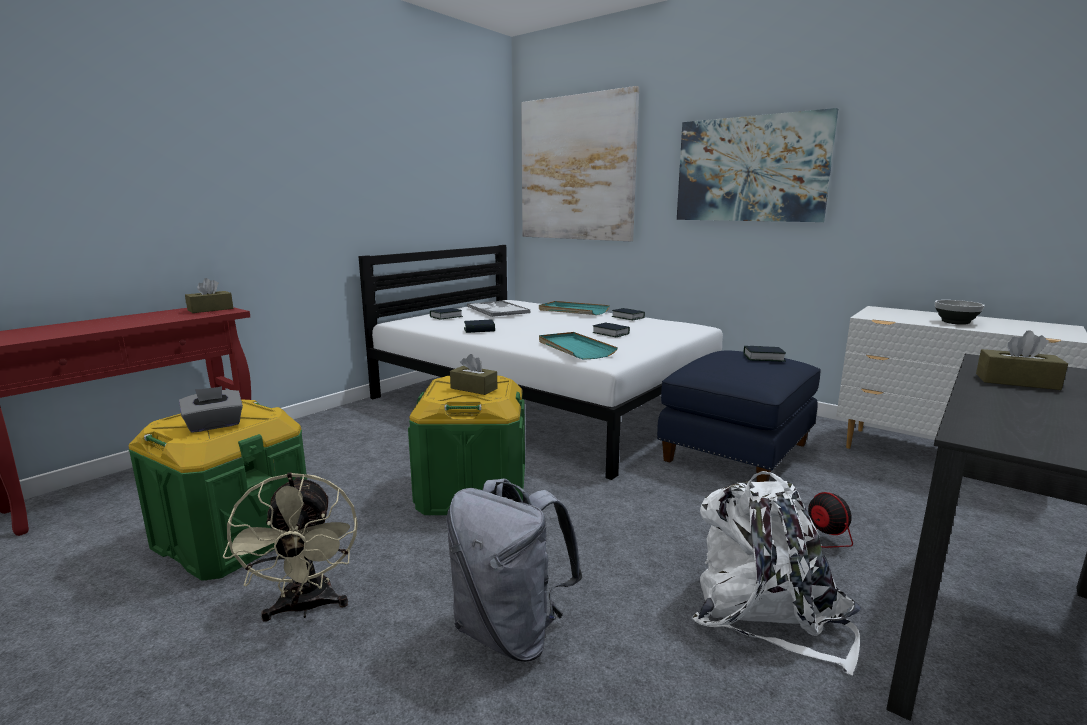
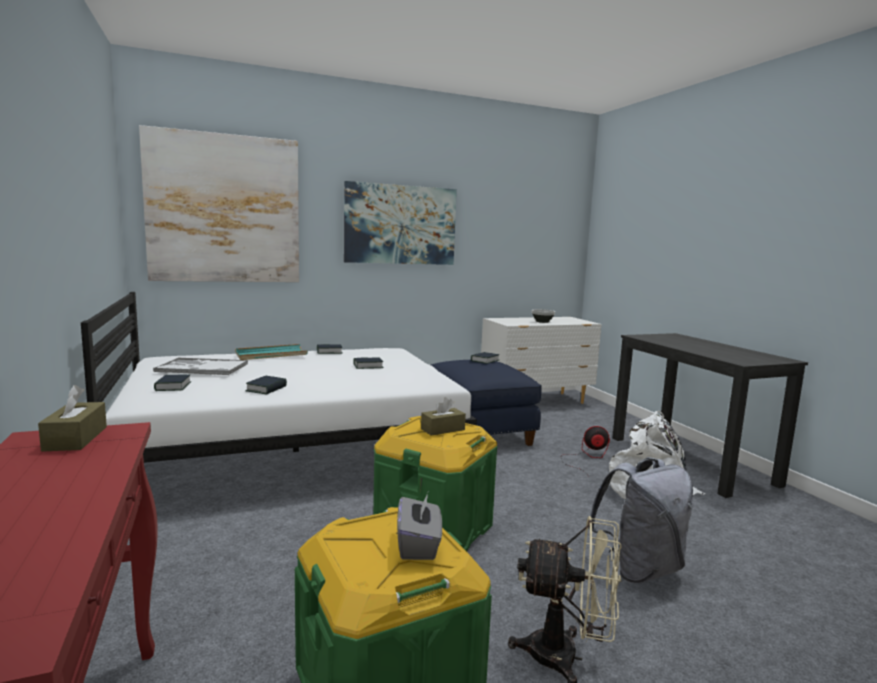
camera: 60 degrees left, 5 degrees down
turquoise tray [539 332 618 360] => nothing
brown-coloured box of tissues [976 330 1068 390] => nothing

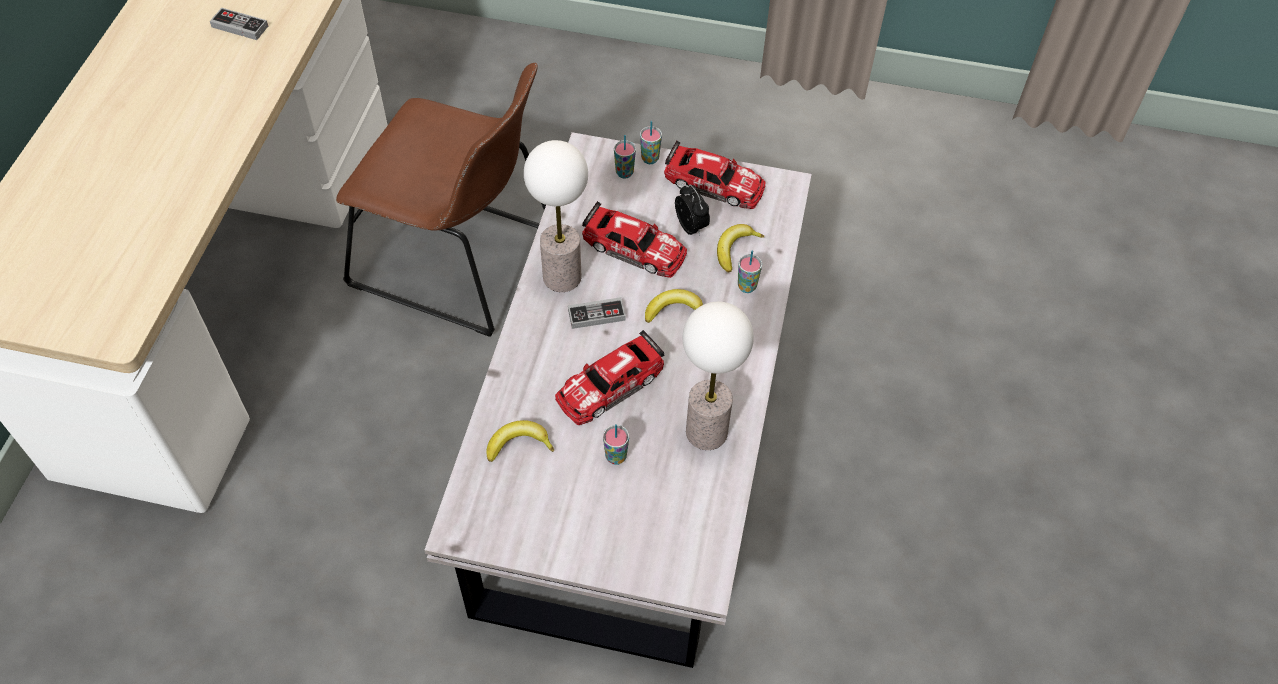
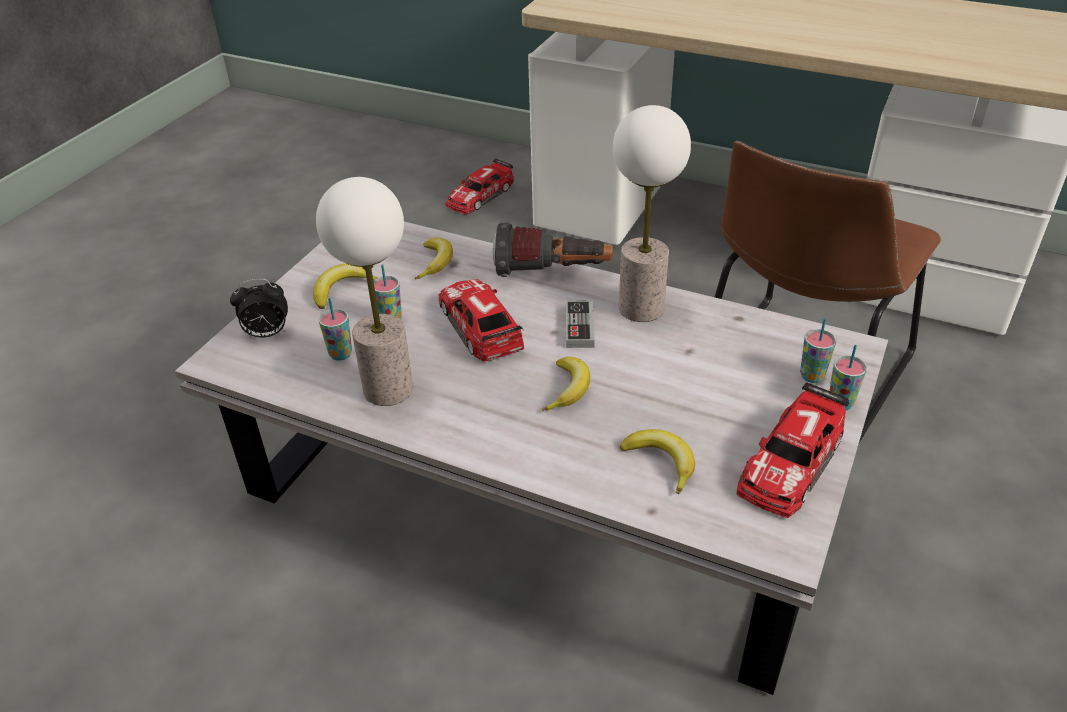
camera: 105 degrees right, 15 degrees down
table clock [675 184 710 236] => table clock [230 279 288 339], moved
nothing => banana fruit [313 263 377 309]
small cup [738 250 762 293] => small cup [319 298 352 361], moved
toy car [582 201 687 278] => toy car [445 158 514 215], moved
nothing => torch [493 222 613 277]
gamepad [210 8 268 40] => nothing

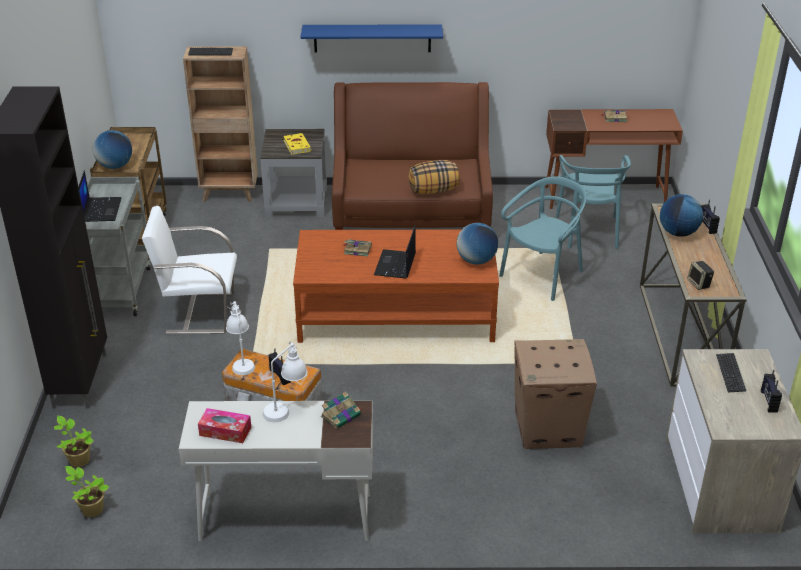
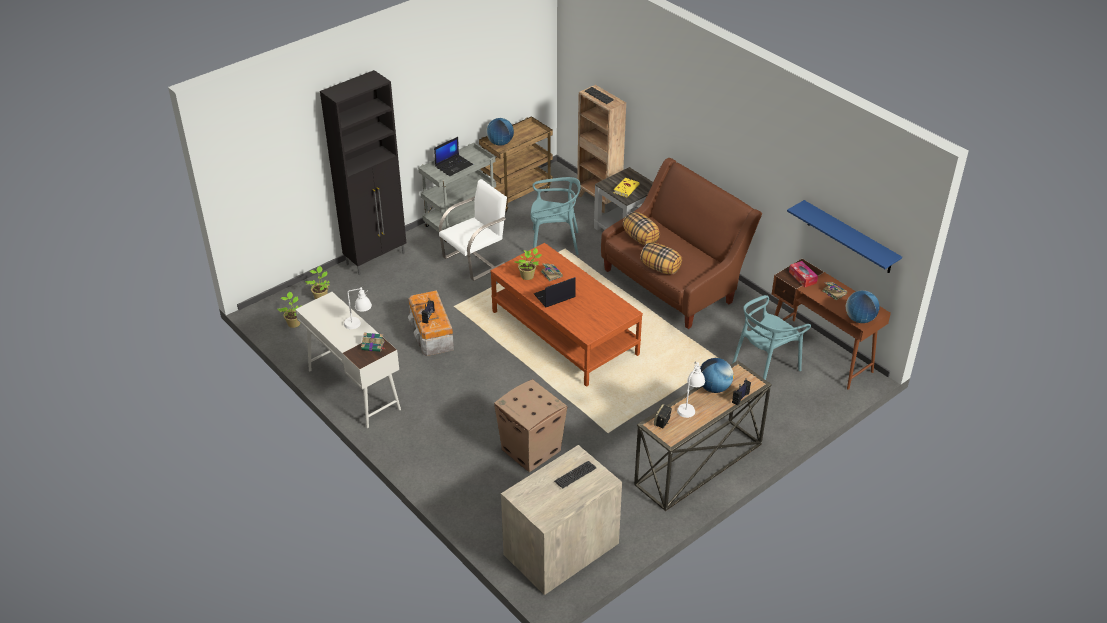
camera: 50 degrees right, 5 degrees up
white upright chair [142 206 237 334] => white upright chair [439 179 507 281], 90 degrees clockwise
nothing => potted plant [515 248 542 280]
turquoise upright chair [499 176 586 301] => turquoise upright chair [531 177 581 255], moved
nothing => pillow [623 212 660 245]
white lamp for a table [226 301 255 375] => white lamp for a table [677 361 705 418], moved
blue bracket shelf [300 25 443 52] => blue bracket shelf [787 200 902 273], moved
box of tissues [198 408 251 443] => box of tissues [789 261 818 287], moved
desk globe [456 223 498 265] => desk globe [845 290 880 323], moved
radio receiver [761 370 782 413] => nothing

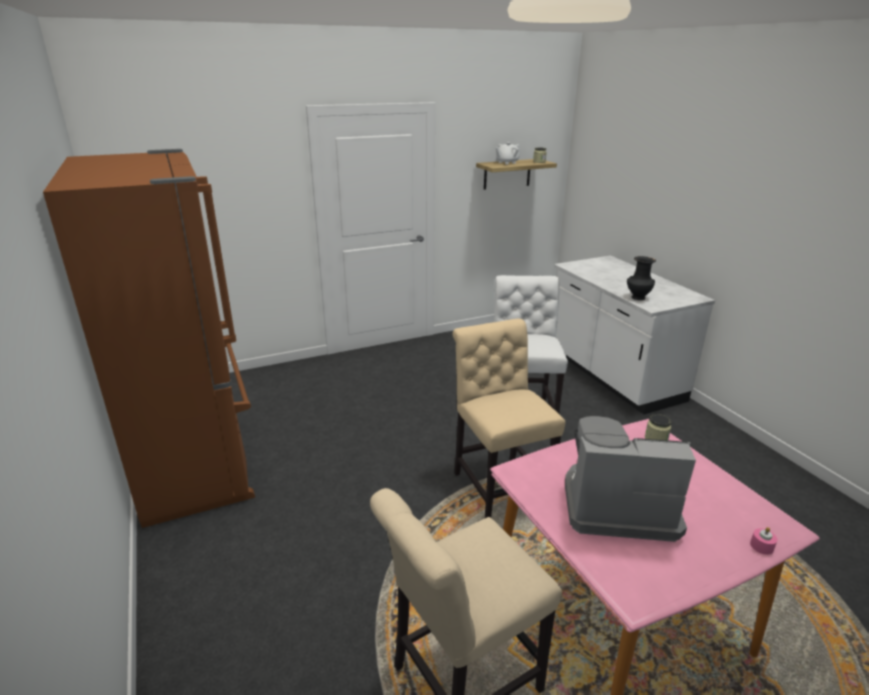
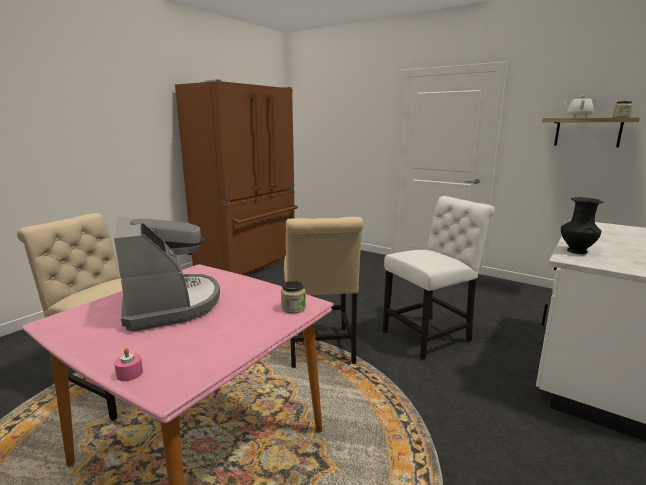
camera: 60 degrees right, 10 degrees down
sand-coloured upright chair [453 319 565 518] => sand-coloured upright chair [284 217 364 368], 135 degrees clockwise

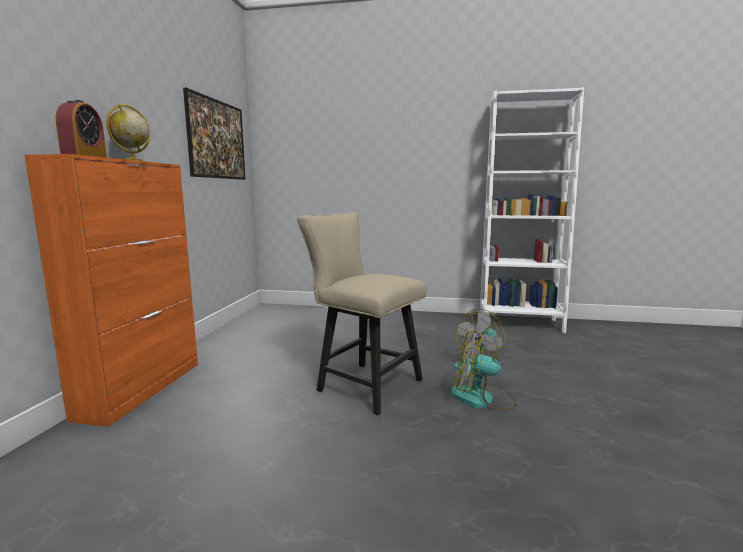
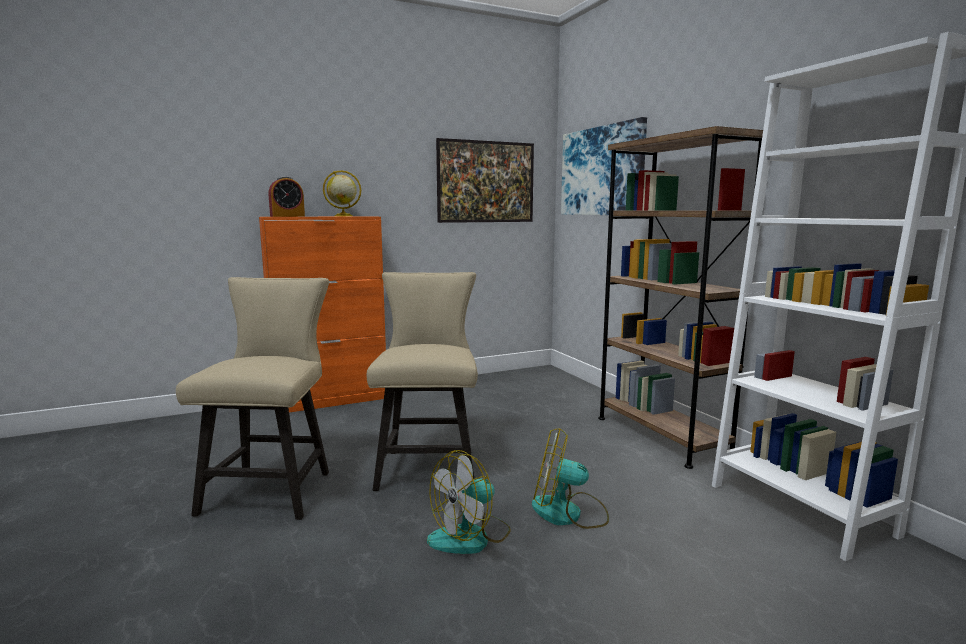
camera: 55 degrees right, 0 degrees up
nothing => sand-coloured upright chair [176 277 329 520]
fan [451 330 516 410] => fan [427 450 511 554], 105 degrees counterclockwise
nothing => picture [561 117 647 215]
nothing => brown-coloured shelving unit [598 126 763 469]

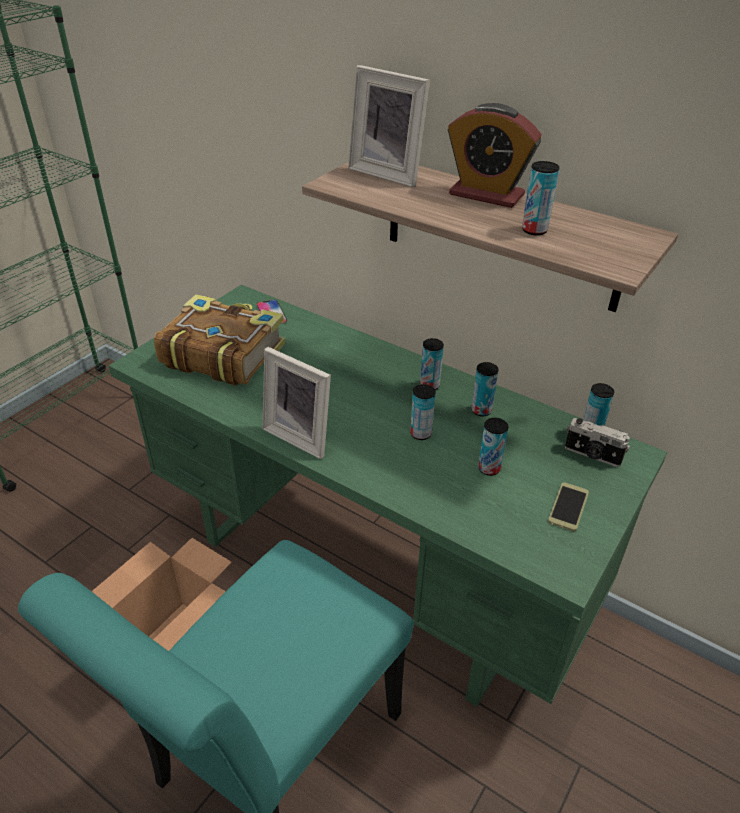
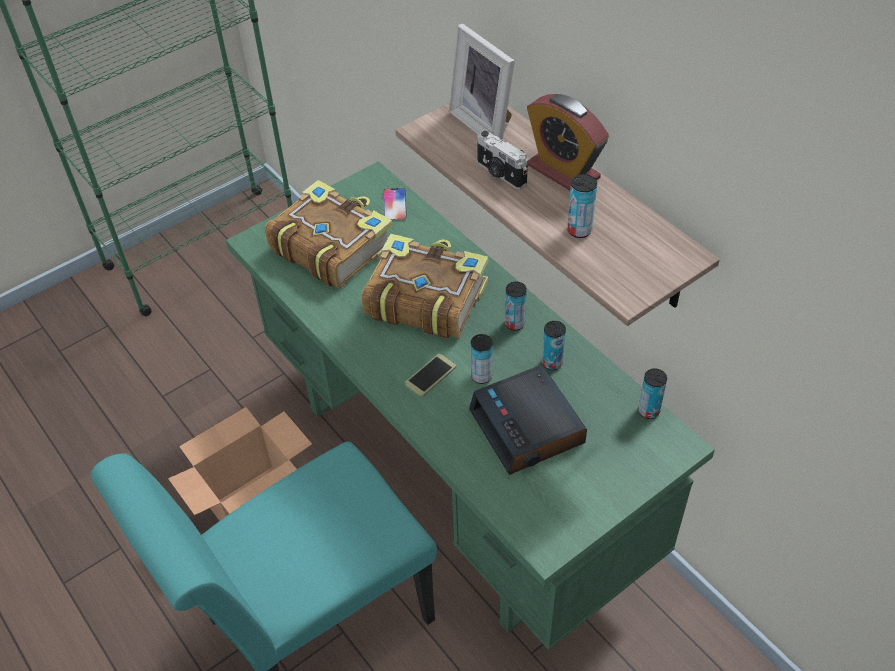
camera: 20 degrees right, 10 degrees up
nothing => bound book [362 234 488 339]
handset [548 482 589 532] => handset [405 354 456 397], moved
metal can [478 418 508 476] => table clock [469 365 587 475]
still camera [565 418 630 467] => still camera [477 131 528 190], moved
photo frame [262 347 331 459] => nothing

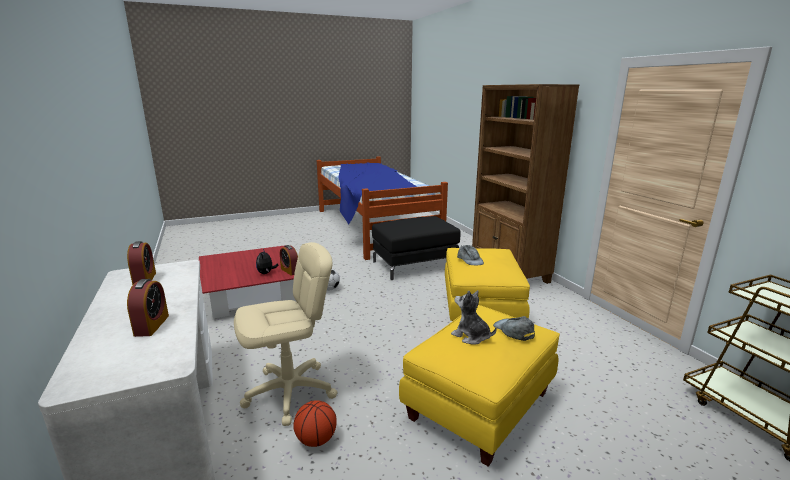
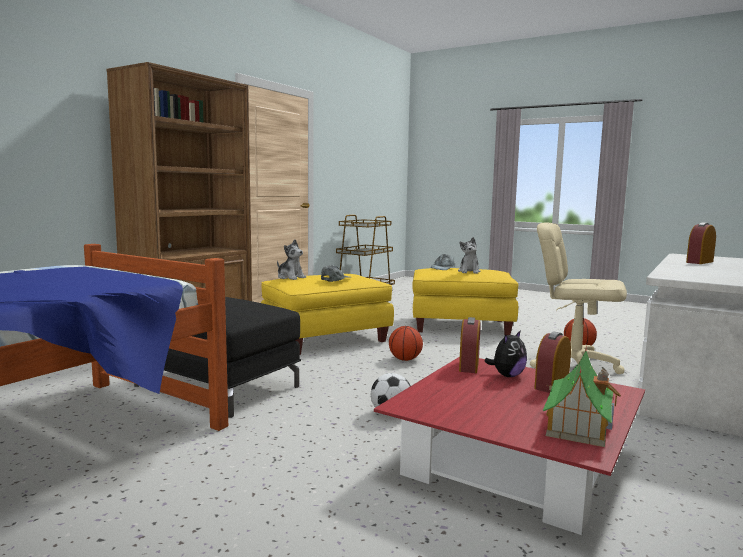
camera: 125 degrees left, 10 degrees down
nothing => plush toy [277 239 306 280]
nothing => ball for basketball [389 326 423 361]
table clock [127 241 156 285] => table clock [534 332 571 393], moved
nothing => miniature house [543 344 621 447]

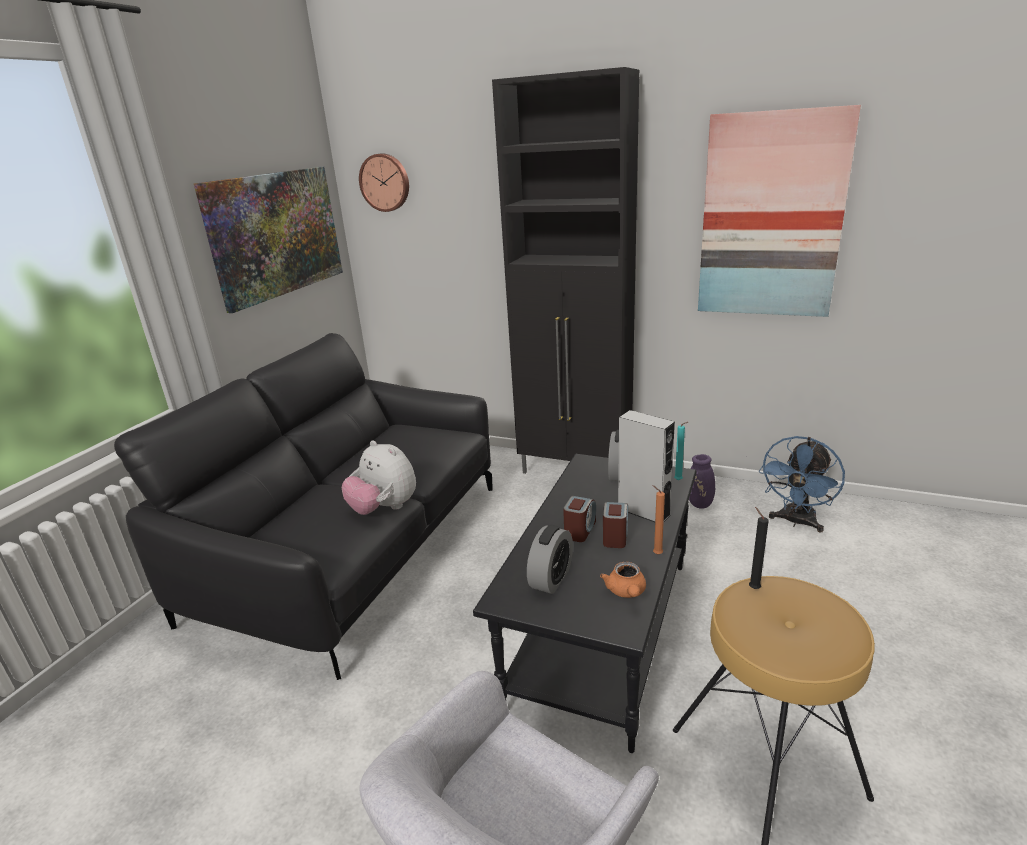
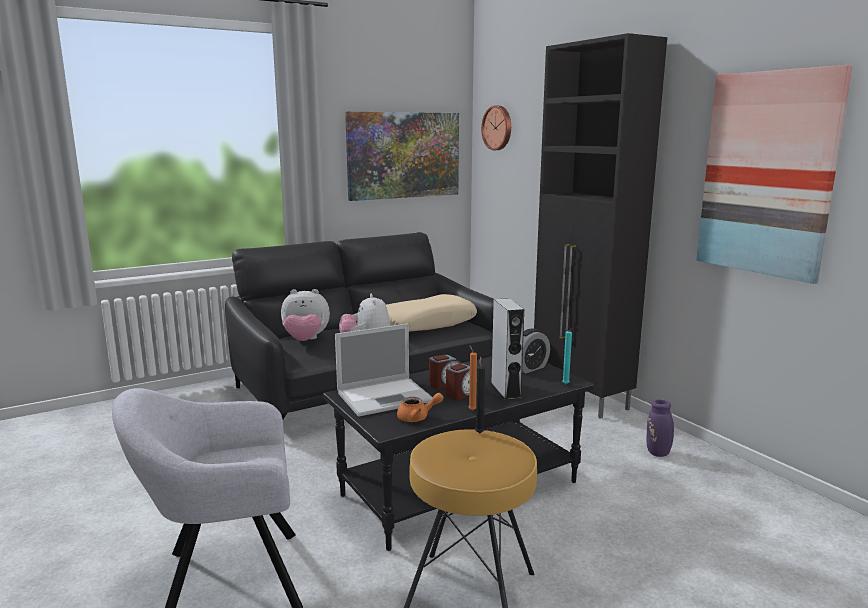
camera: 35 degrees right, 10 degrees down
nothing => plush toy [281 289 330 341]
table clock [527 525 573 594] => laptop [335 324 433 417]
nothing => sand-coloured pillow [386 294 477 331]
orangey tea pot [600 562 646 598] => orangey tea pot [397 393 444 422], 135 degrees counterclockwise
blue fan [759 436 845 533] => nothing

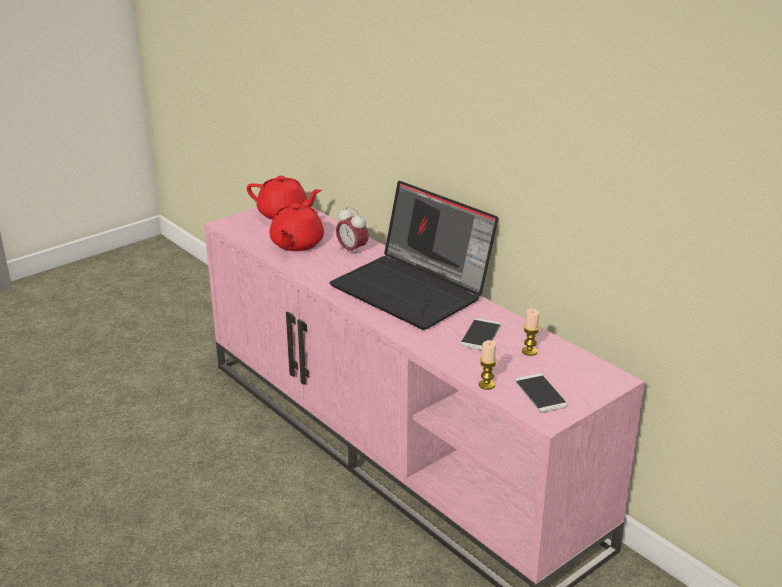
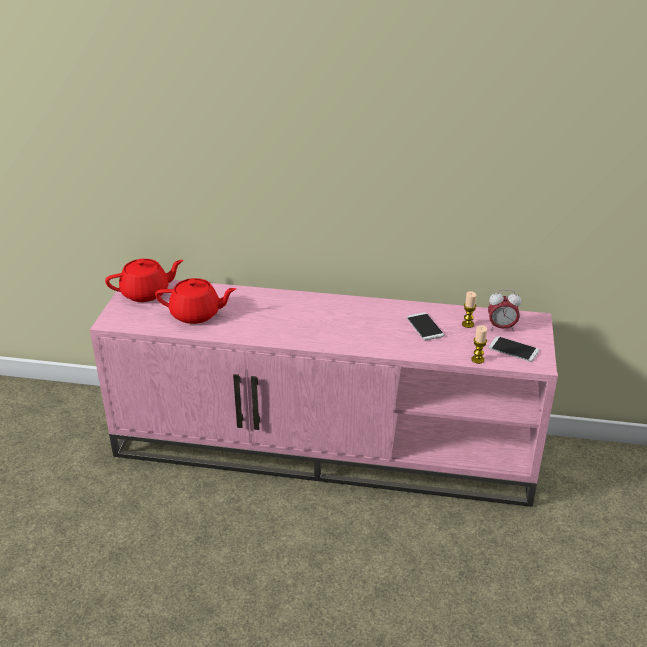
camera: 40 degrees left, 5 degrees up
reddish tea pot [270 202 324 251] => reddish tea pot [155 278 236 324], 60 degrees counterclockwise
table clock [336 206 369 257] => table clock [488 290 521 331], moved
laptop [329 181 498 330] => nothing

